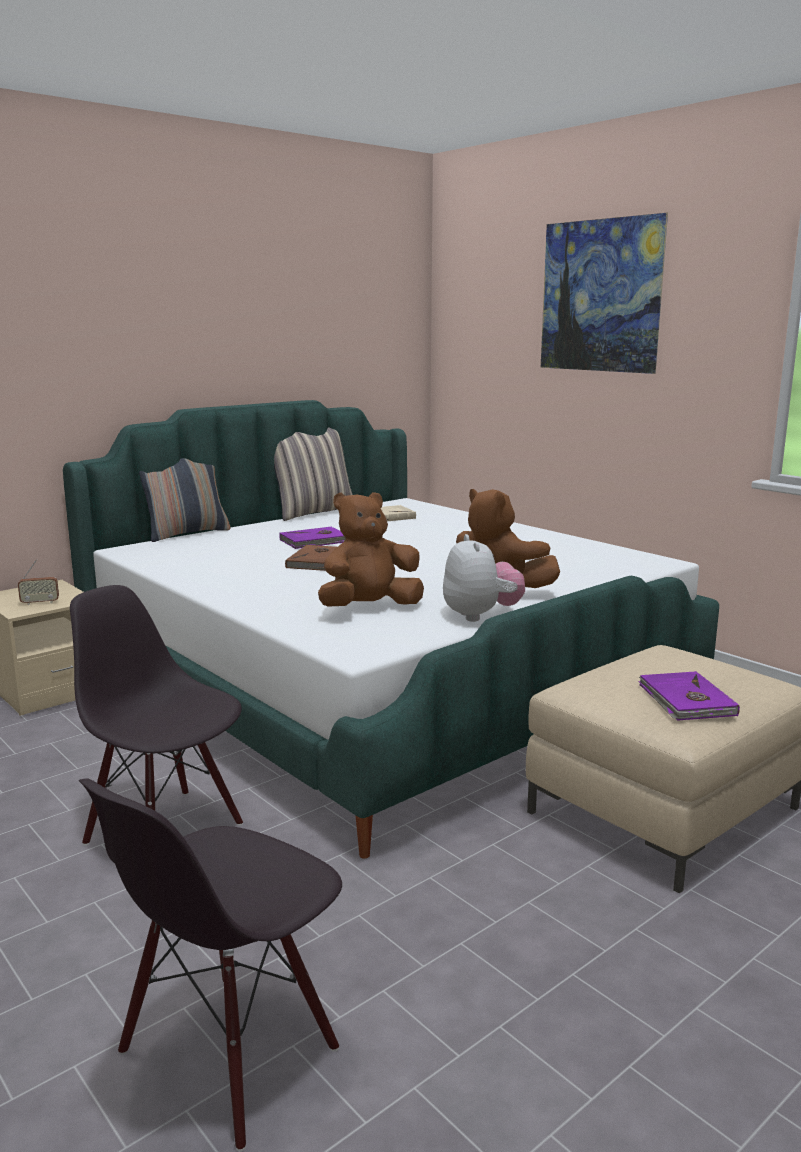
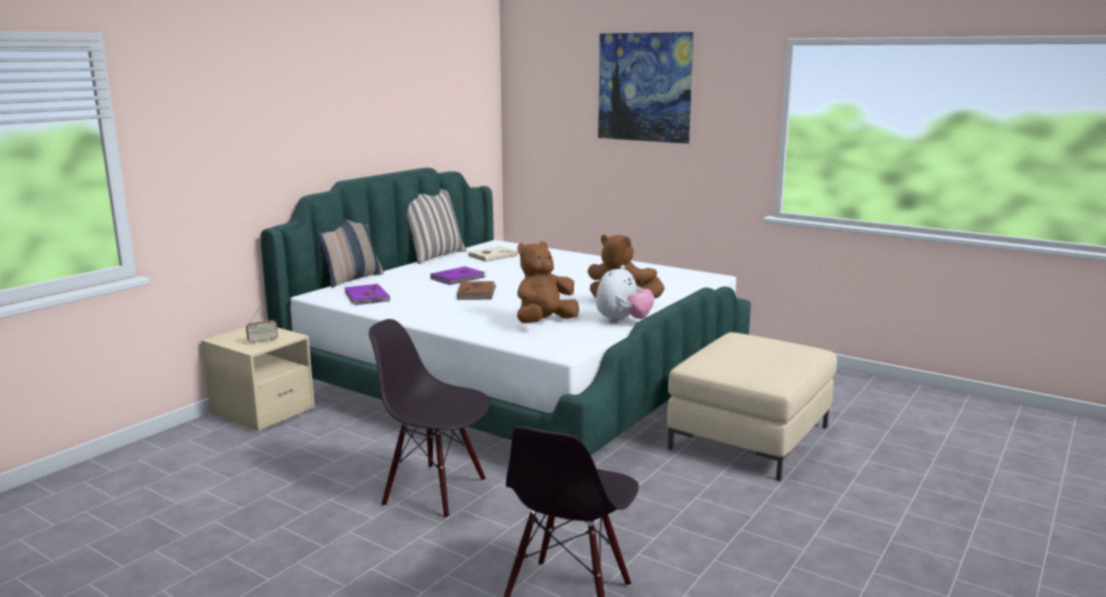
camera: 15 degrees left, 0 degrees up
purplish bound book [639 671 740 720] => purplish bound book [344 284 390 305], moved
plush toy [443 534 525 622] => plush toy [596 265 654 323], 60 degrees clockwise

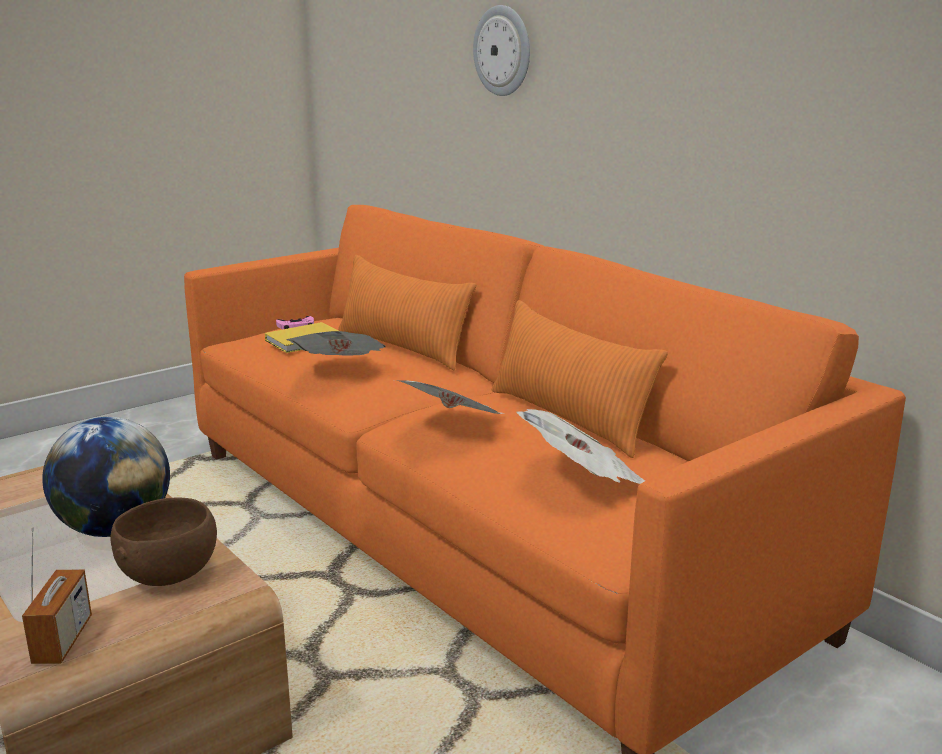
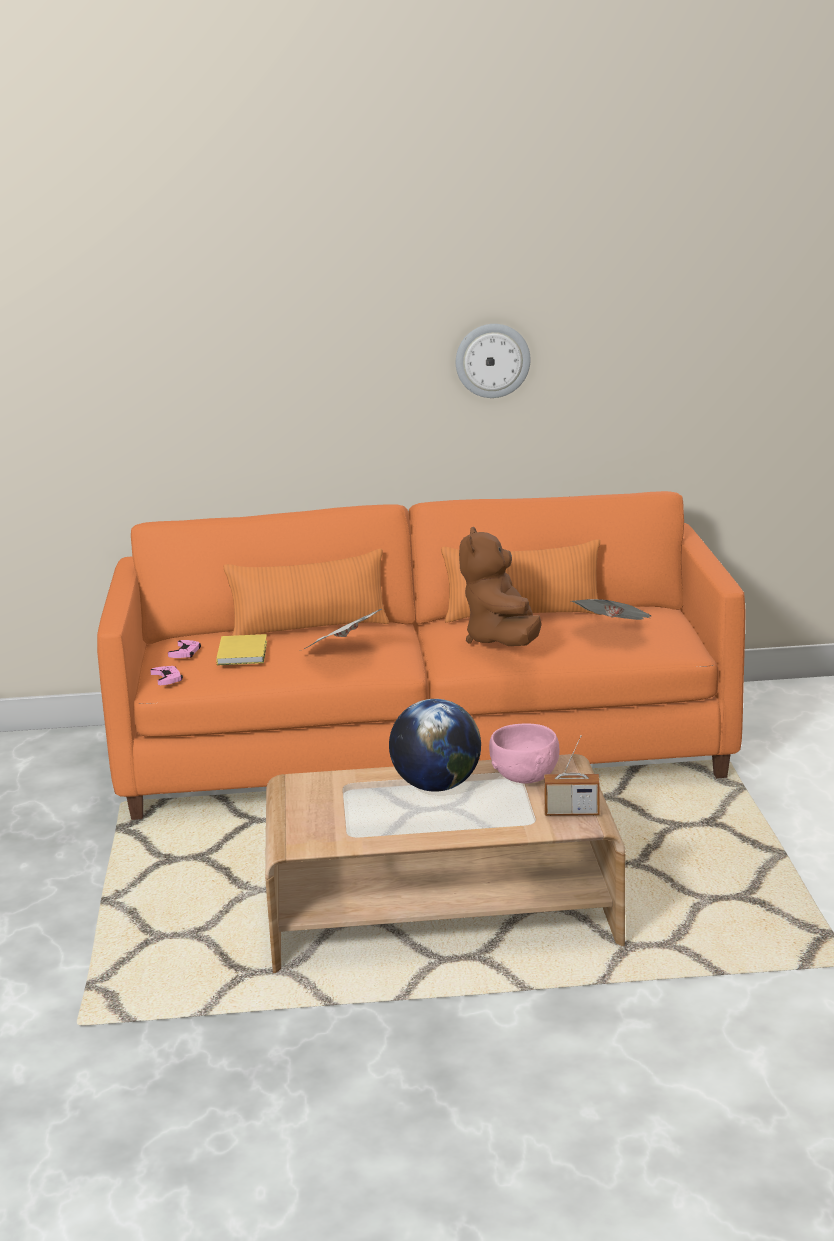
camera: 55 degrees left, 0 degrees up
nothing => pink gamepad [151 666 183 685]
hanging clock [473 5 530 96] => hanging clock [456 324 531 398], moved
daily paper [392 380 503 414] => brown-coloured plush toy [459 527 542 646]
brown-coloured bowl [111 498 217 586] => pink bowl [489 724 559 784]
radio receiver [22 528 92 664] => radio receiver [544 735 600 816], 150 degrees clockwise

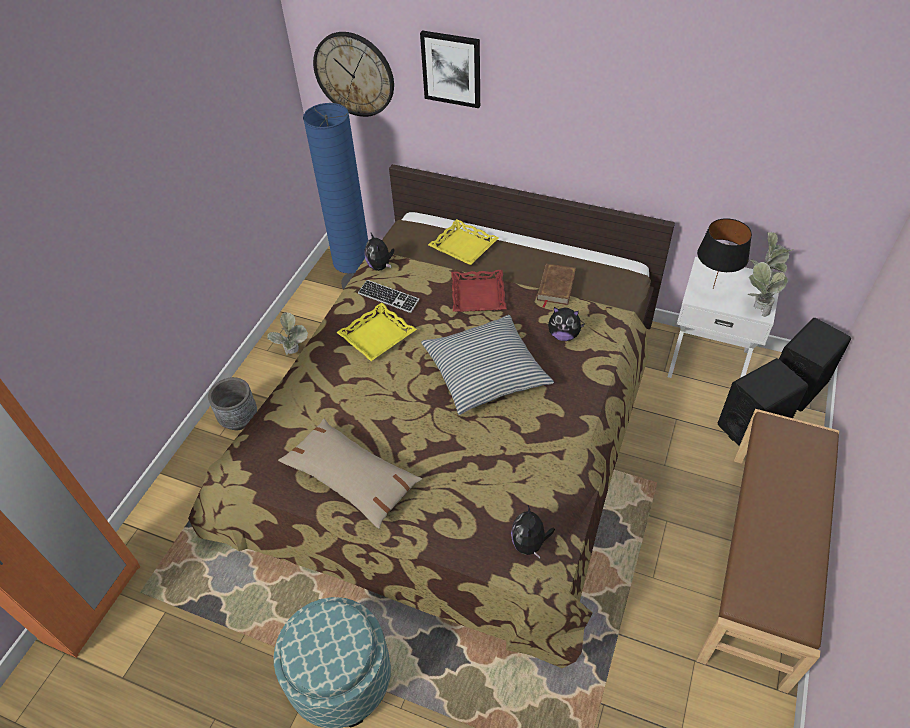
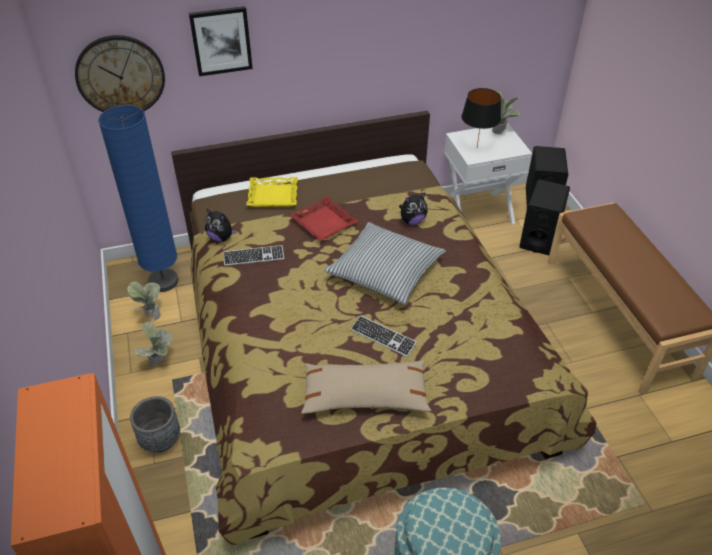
camera: 40 degrees left, 5 degrees down
potted plant [747 262 788 317] => potted plant [127 282 161 320], moved
nothing => computer keyboard [350 315 417 357]
yellow-coloured tray [336 302 417 361] => nothing
plush toy [511 505 555 558] => nothing
brown-coloured bound book [537 263 576 307] => nothing

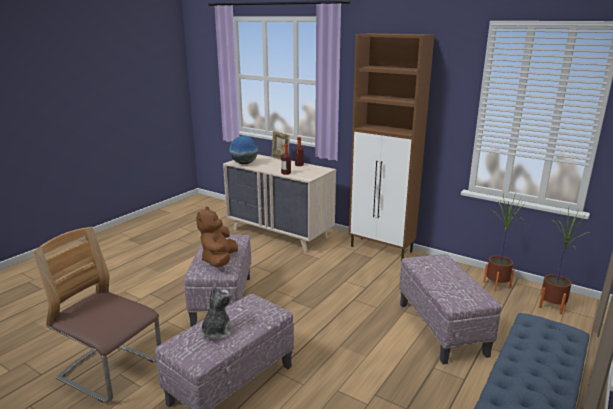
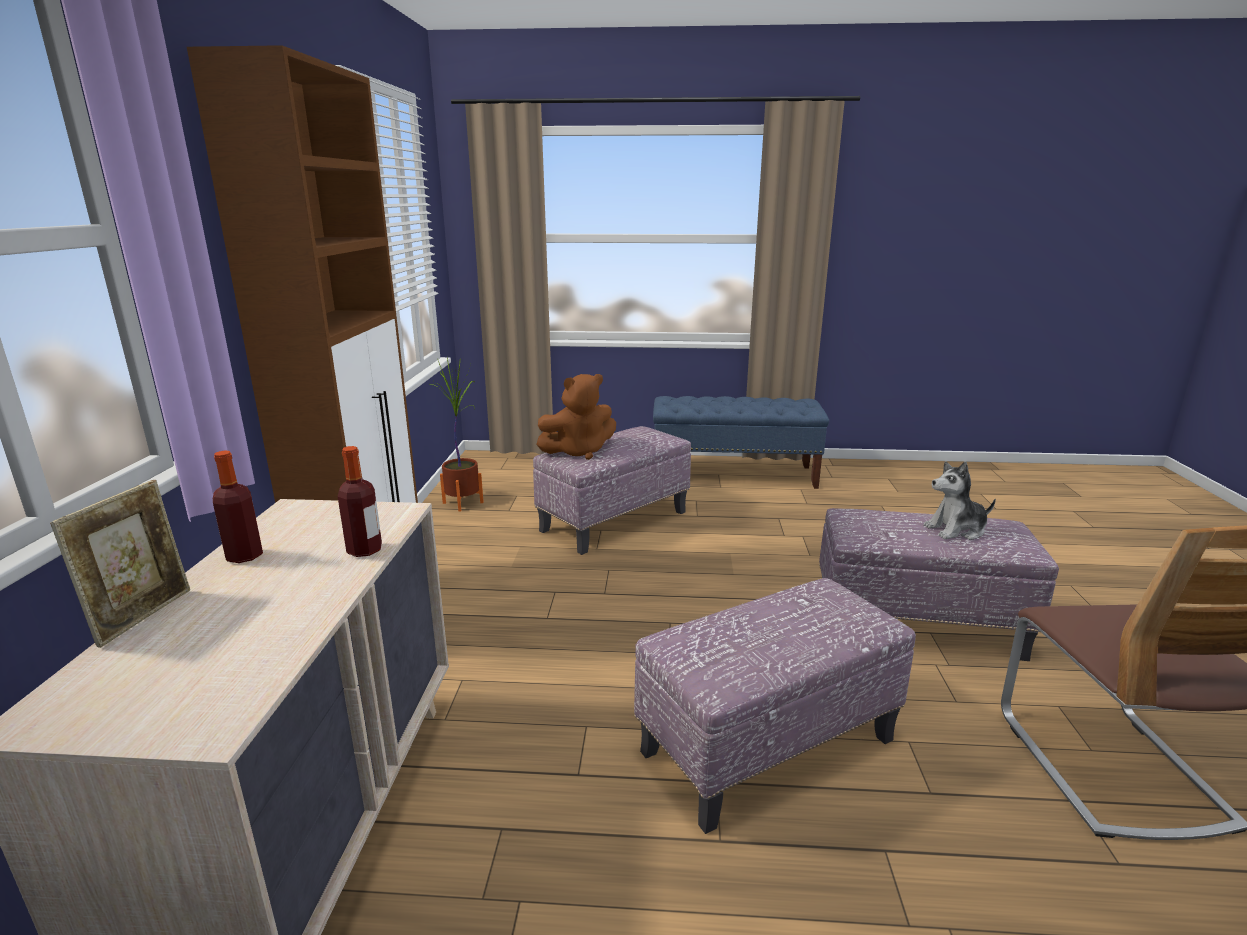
camera: 120 degrees left, 0 degrees up
brown-coloured plush toy [196 206 238 267] => brown-coloured plush toy [536 374 616 460], moved
desk globe [230 136 258 164] => nothing
potted plant [539 209 592 314] => nothing

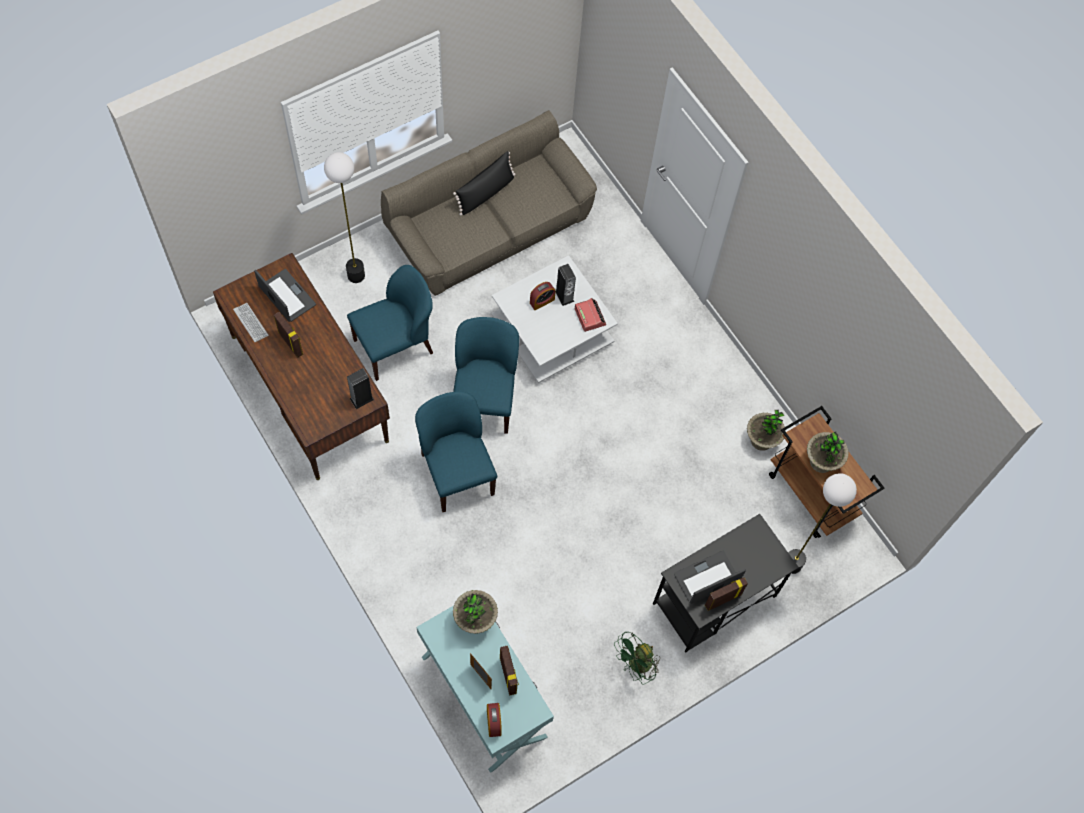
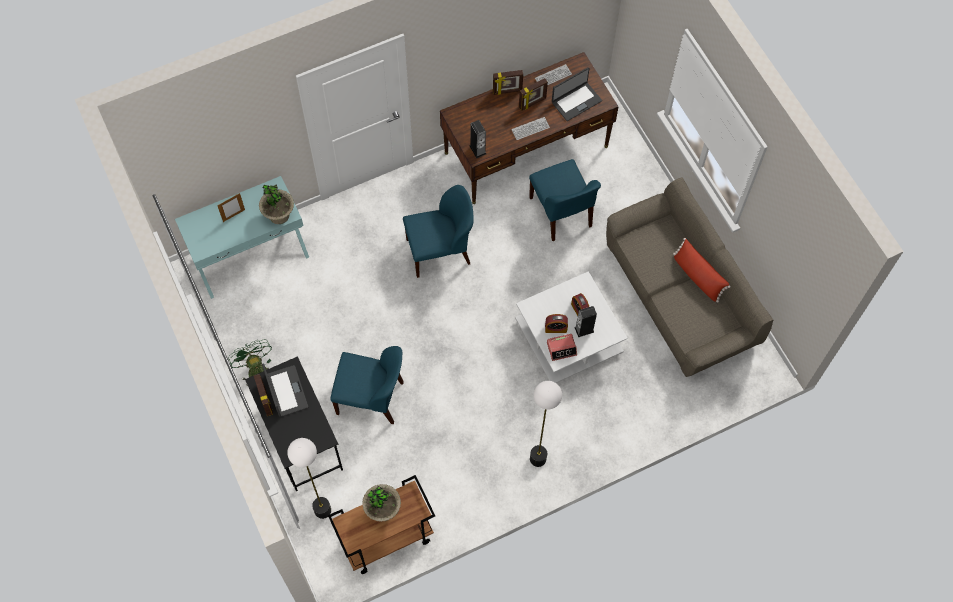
camera: 100 degrees right, 0 degrees up
blue upright chair [453 317 519 434] => blue upright chair [330 346 404 424], moved
photo frame [500 646 519 696] => photo frame [493 70 523 95], moved
nothing => computer keyboard [512 117 550 140]
floor lamp [324 152 365 283] => floor lamp [530 381 562 467], moved
table clock [487 703 502 737] => table clock [545 314 568 333], moved
black-coloured pillow [453 151 515 216] => reddish pillow [673 238 731 303]
potted plant [747 410 786 451] => nothing

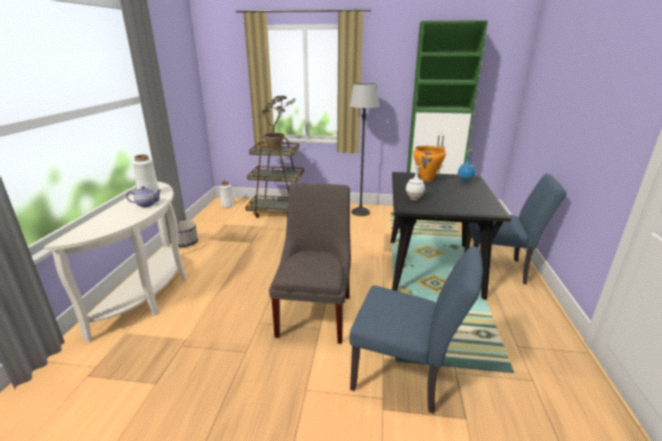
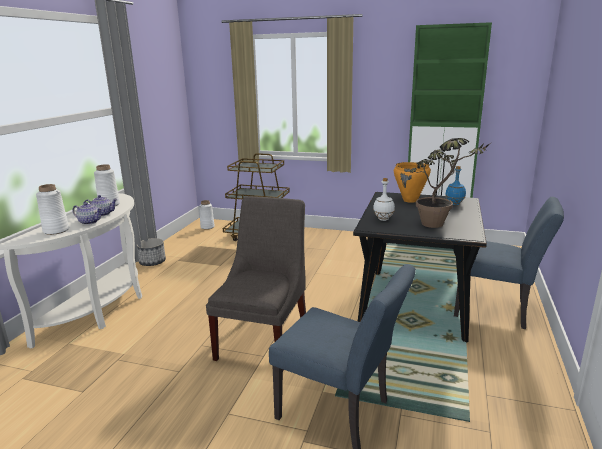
camera: 10 degrees right, 5 degrees down
nothing => white decorative vase [36 184 69 235]
nothing => tea pot [72 202 102 225]
potted plant [257 96 295 150] => potted plant [410 138 489 228], moved
floor lamp [350 83 379 216] => nothing

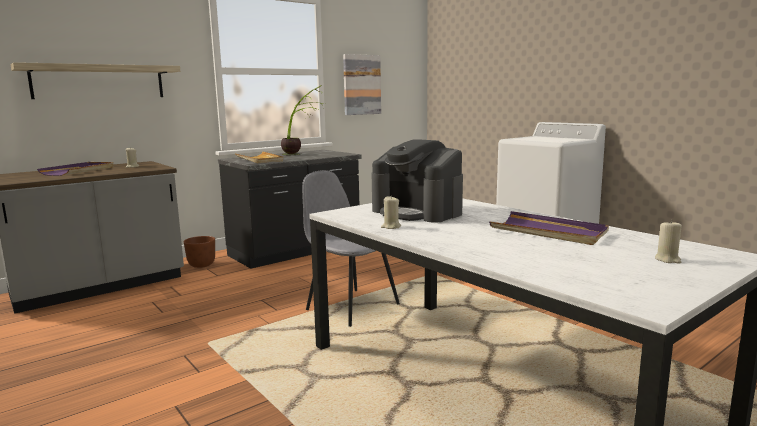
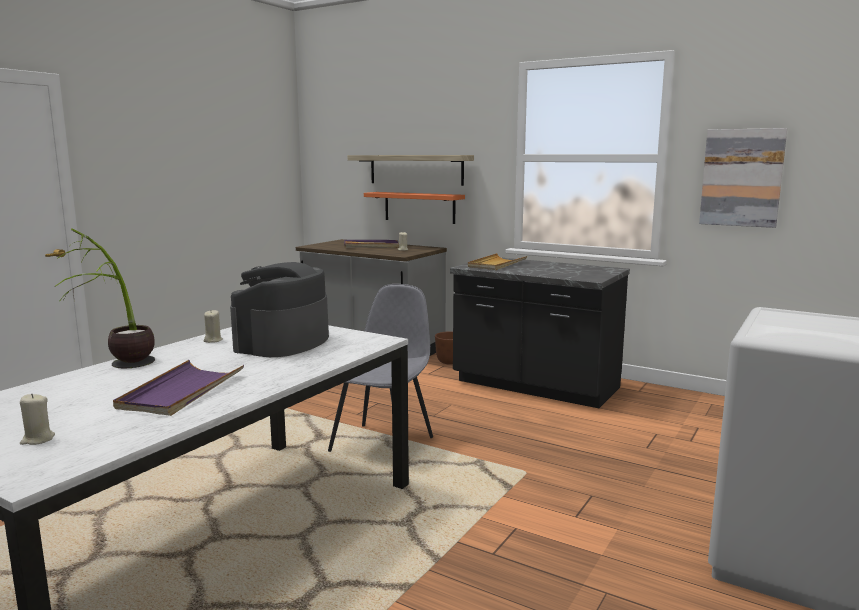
camera: 70 degrees right, 0 degrees up
potted plant [281 85 325 155] => potted plant [55 228 155 369], moved
nothing => orangey bracket shelf [364 192 465 224]

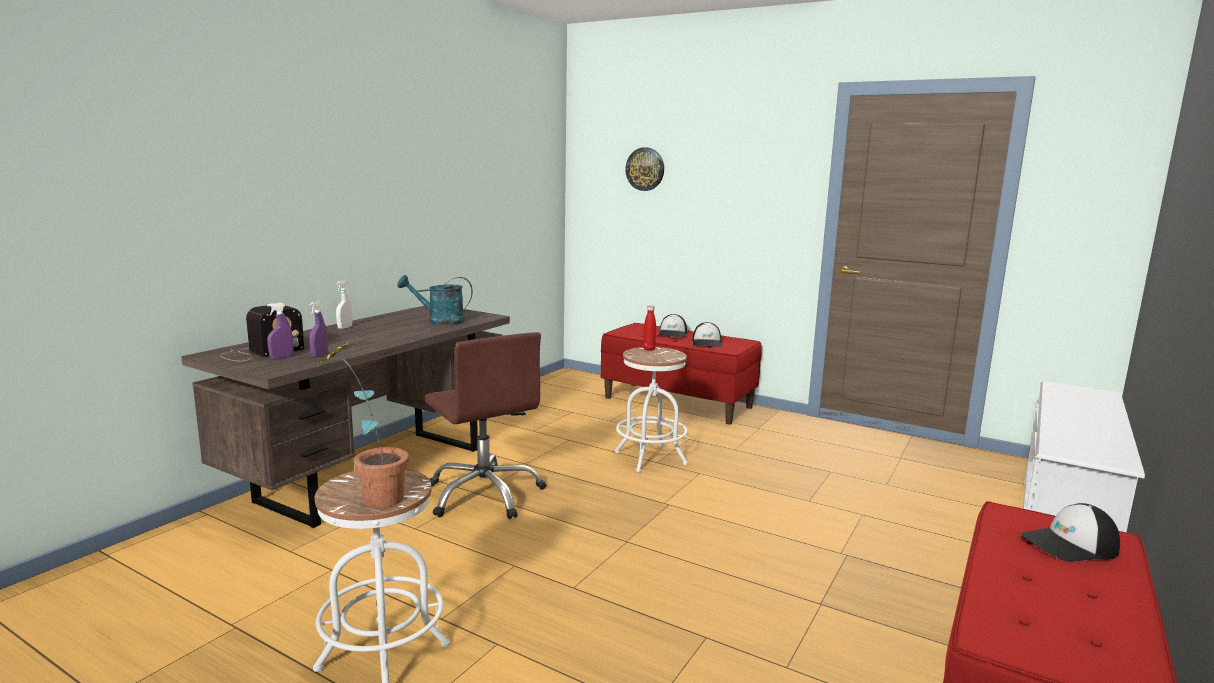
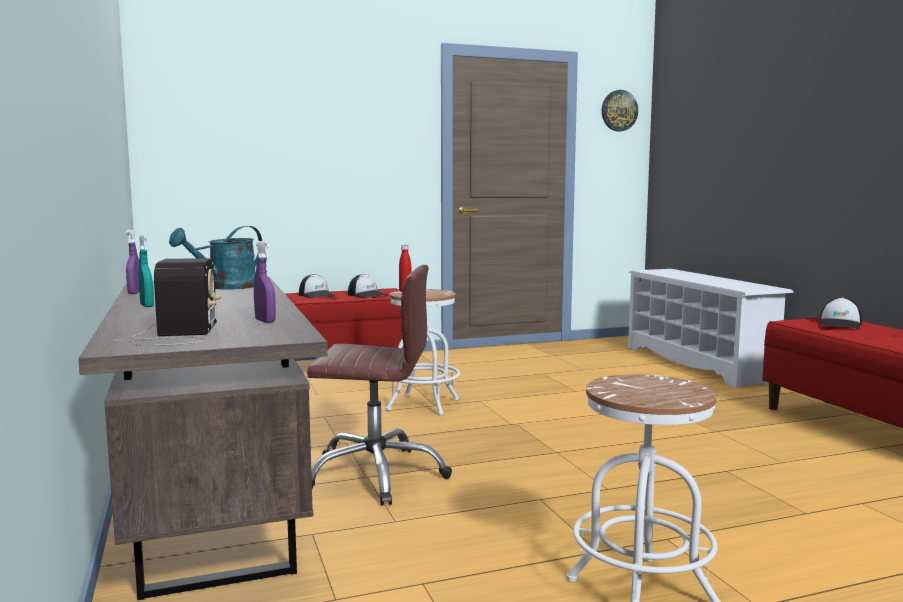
camera: 50 degrees left, 5 degrees down
purplish hand sprayer [267 302 293 360] => purplish hand sprayer [126 229 139 294], moved
white hand sprayer [336 280 352 329] => turquoise hand sprayer [138 235 154 307]
hanging clock [625 147 664 191] => hanging clock [602 90 638 131], moved
potted plant [319 342 409 508] => nothing

